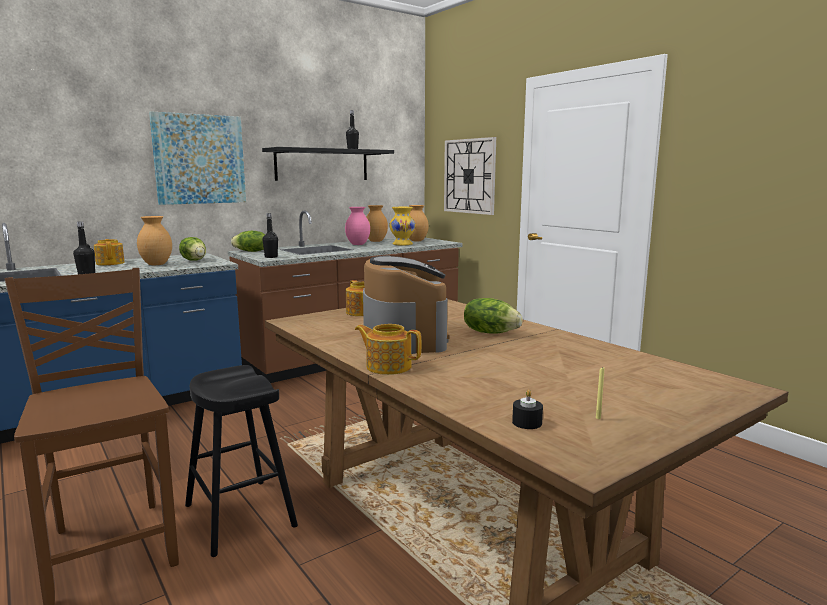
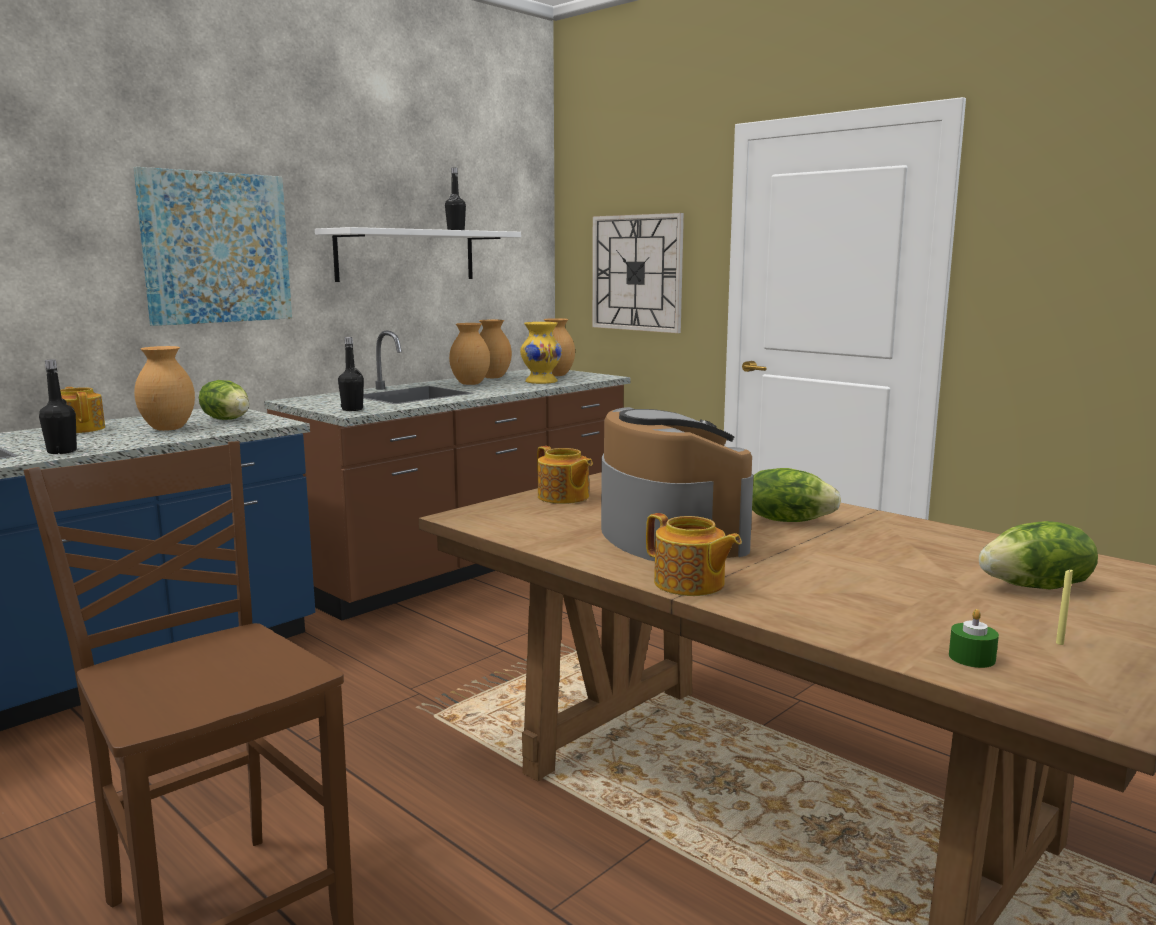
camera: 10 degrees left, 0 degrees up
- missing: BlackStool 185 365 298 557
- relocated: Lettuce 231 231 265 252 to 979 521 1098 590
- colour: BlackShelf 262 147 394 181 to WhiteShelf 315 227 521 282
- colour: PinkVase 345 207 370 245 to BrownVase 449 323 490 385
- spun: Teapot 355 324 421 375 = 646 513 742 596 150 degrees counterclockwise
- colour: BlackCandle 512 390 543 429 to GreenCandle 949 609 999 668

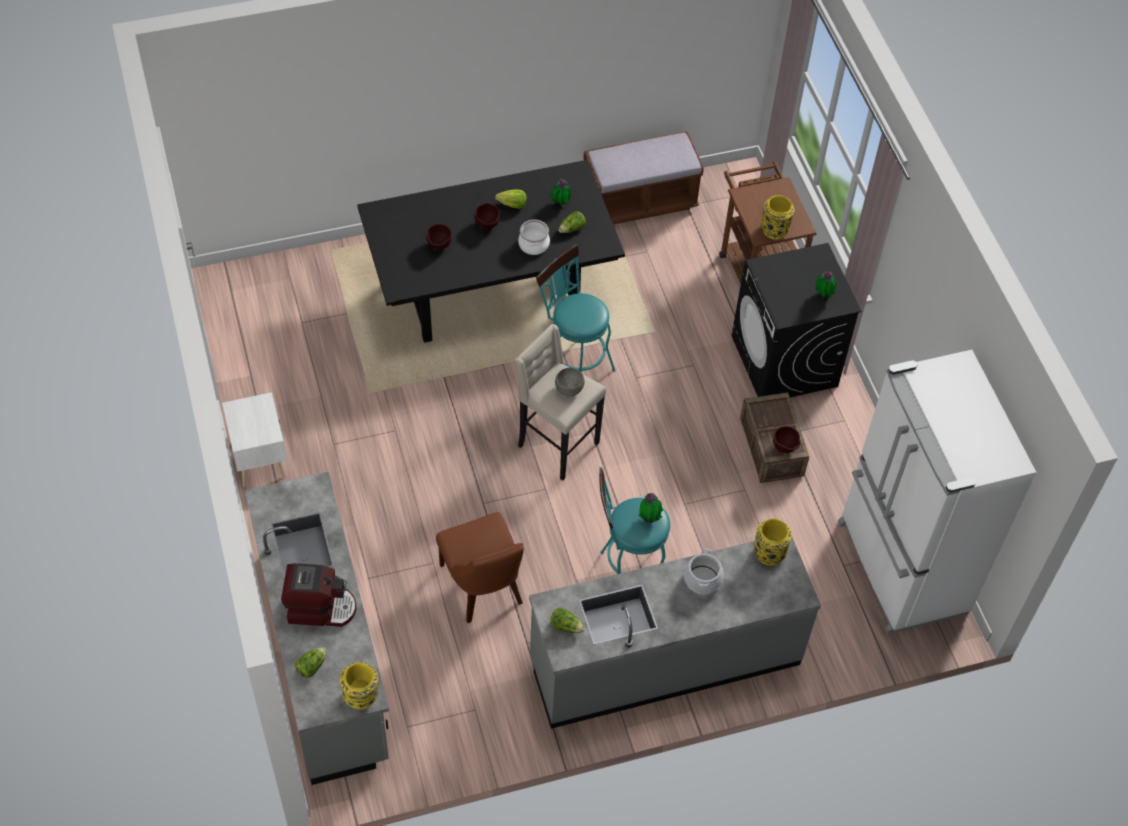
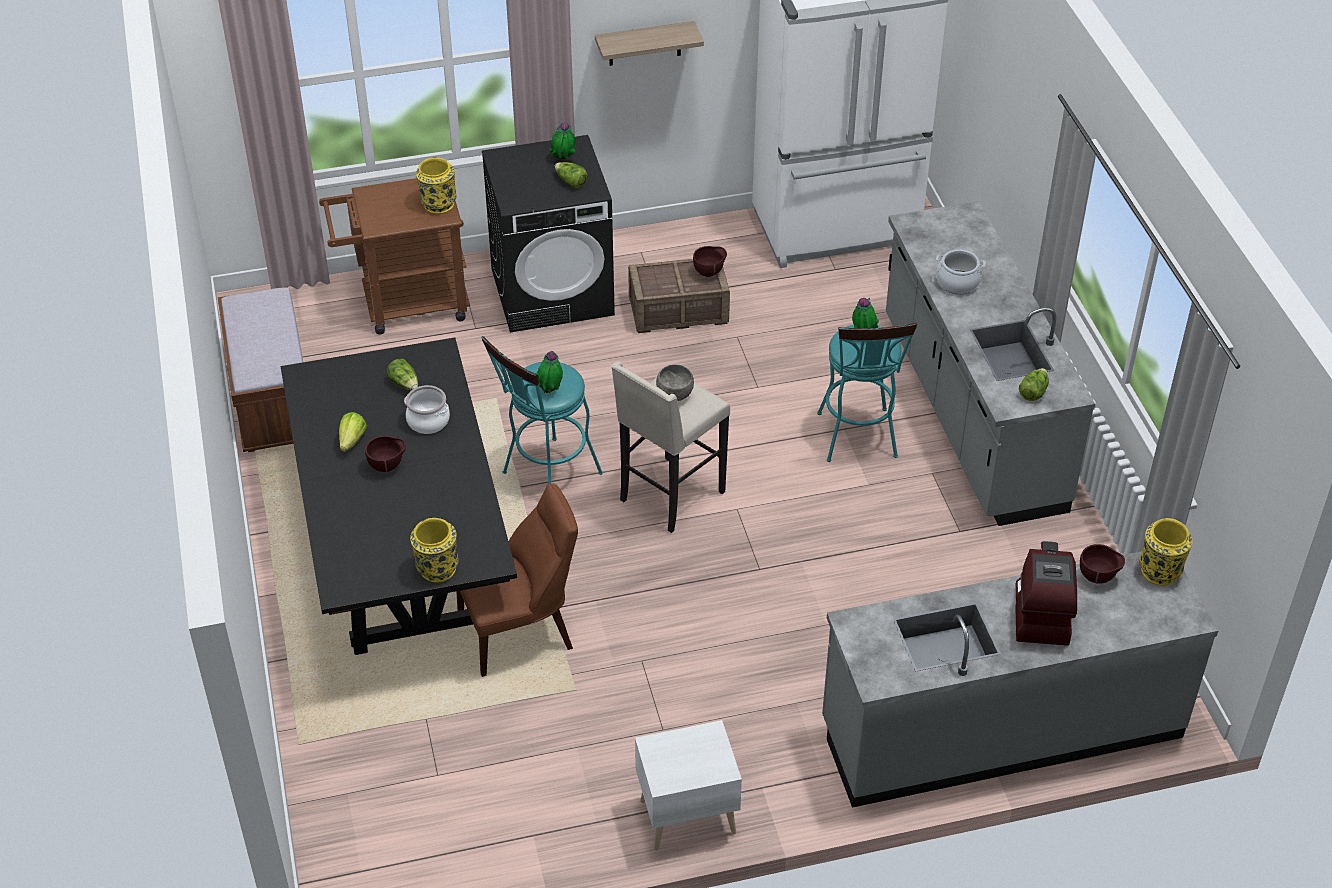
camera: 85 degrees left, 10 degrees down
- relocated: Lettuce 295 647 327 678 to 555 162 587 188
- relocated: BrownBowl 426 224 452 250 to 1080 544 1125 584
- relocated: BrownChair 436 512 524 623 to 456 484 578 677
- relocated: PottedPlant 550 178 571 205 to 536 351 563 394
- relocated: YellowVase 754 519 792 566 to 410 518 458 583
- appeared: Shelf 595 21 704 66

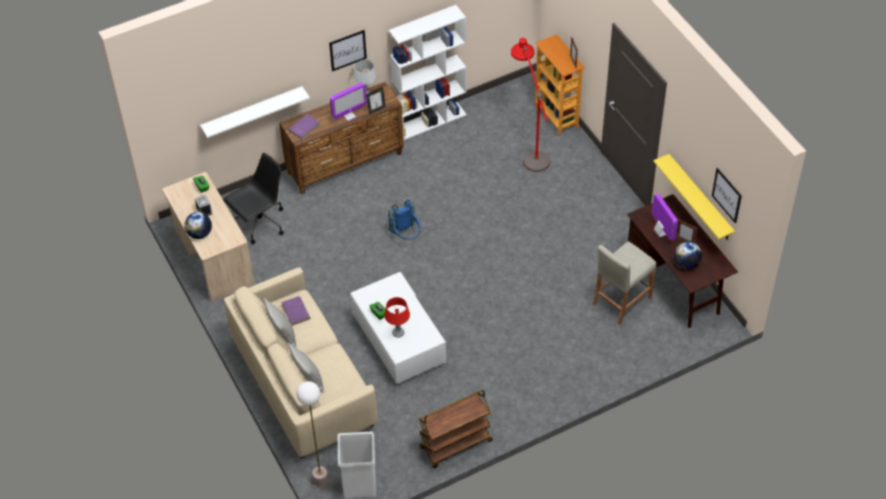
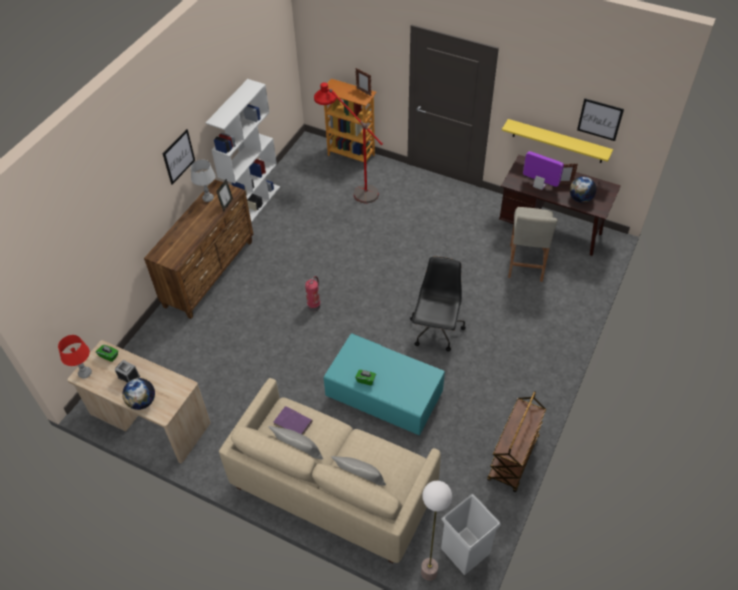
camera: 35 degrees left, 0 degrees up
- missing: WhiteShelf 200 86 310 138
- relocated: BlackOfficeChair 223 153 284 244 to 410 257 466 351
- missing: PurpleBook 288 114 320 140
- missing: Monitor 330 83 367 121
- colour: WhiteCoffeeTable 350 272 446 384 to TurquoiseCoffeeTable 324 333 445 435
- relocated: RedTableLamp 384 297 410 338 to 58 335 92 378
- exchanged: BlueBackpack 388 199 421 240 to FireExtinguisher 305 276 320 311

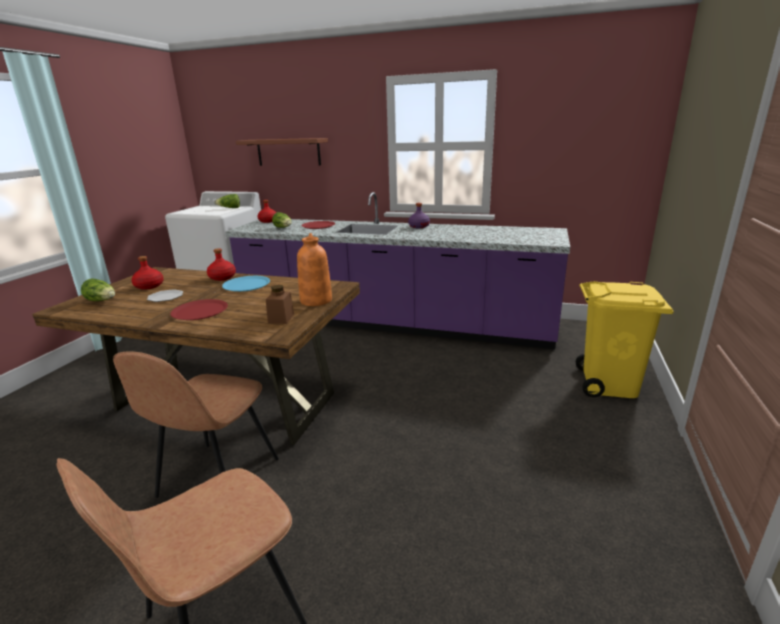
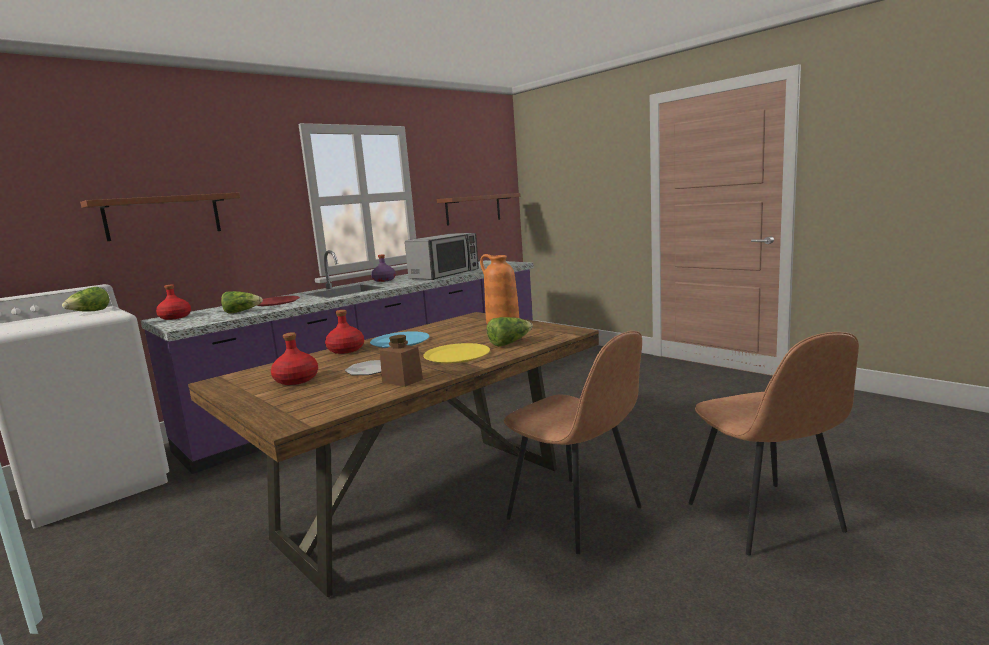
camera: 60 degrees left, 10 degrees down
- relocated: Lettuce 81 278 115 301 to 487 317 533 346
- colour: RedPlate 170 299 228 320 to YellowPlate 423 343 490 363
- relocated: BrownJar 266 285 294 324 to 380 335 423 387
- missing: YellowTrashCan 576 281 674 398
- appeared: Microwave 405 233 479 280
- appeared: BrownShelf 437 193 521 226

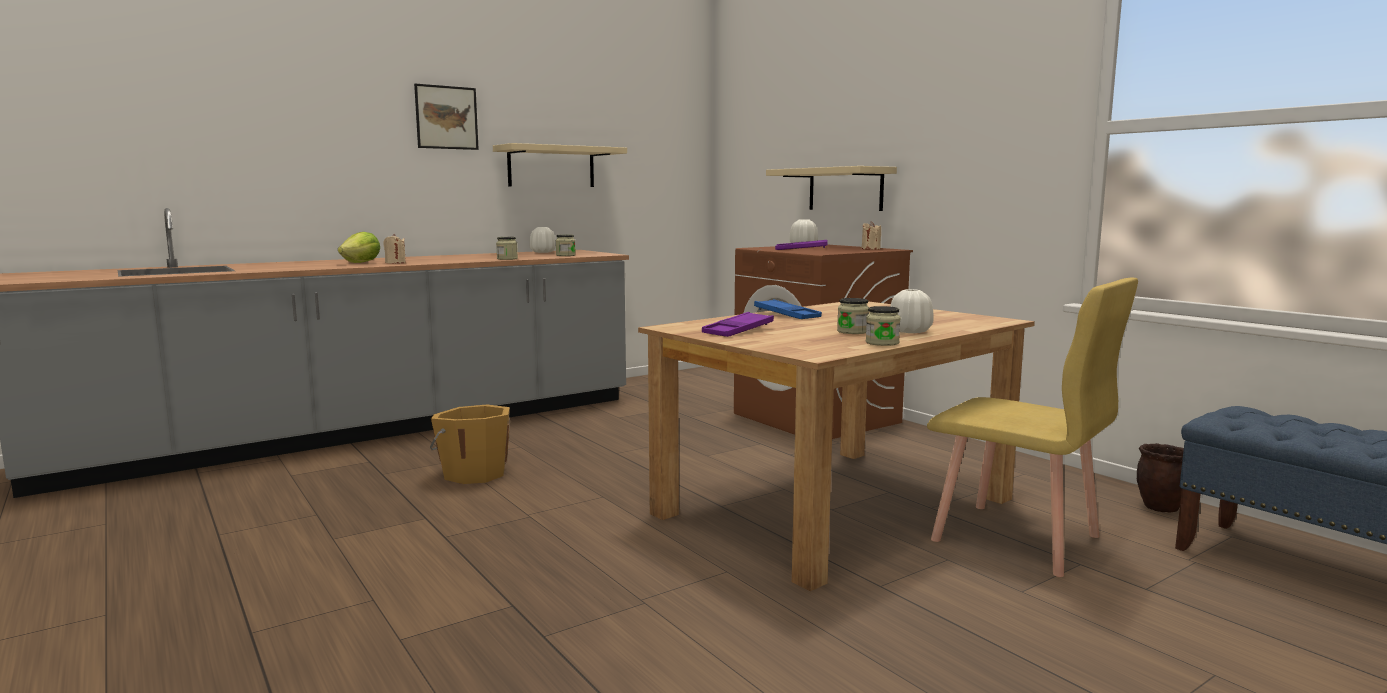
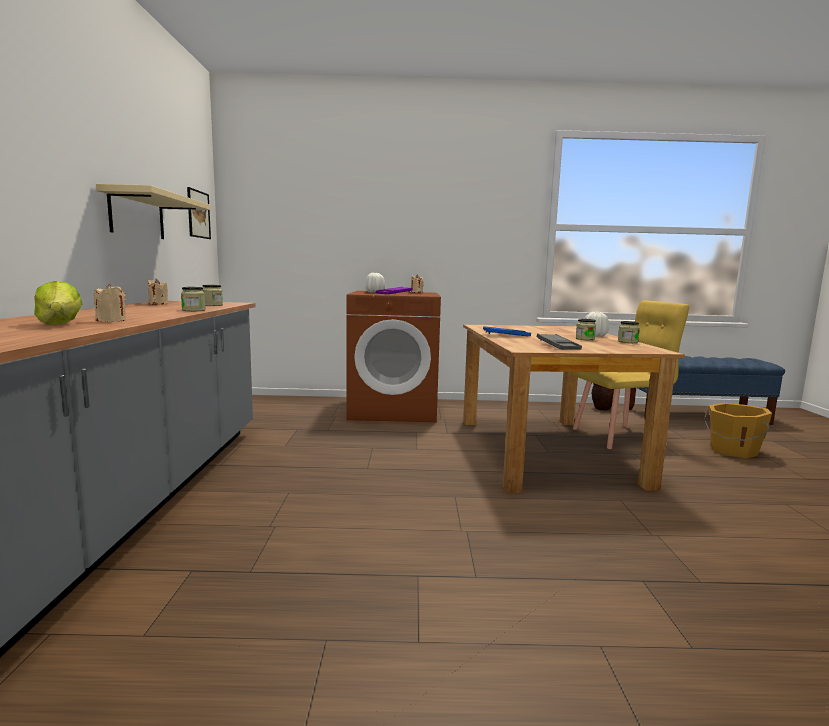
camera: 55 degrees left, 0 degrees up
- relocated: Picture 414 84 479 150 to 187 187 211 239
- relocated: OrangeBucket 430 405 510 484 to 704 403 772 458
- exchanged: WhiteVase 529 227 556 253 to BeigeCandle 148 279 168 305
- colour: PurpleTray 702 312 774 337 to GreyTray 537 334 582 350
- missing: BeigeShelf 766 166 897 211

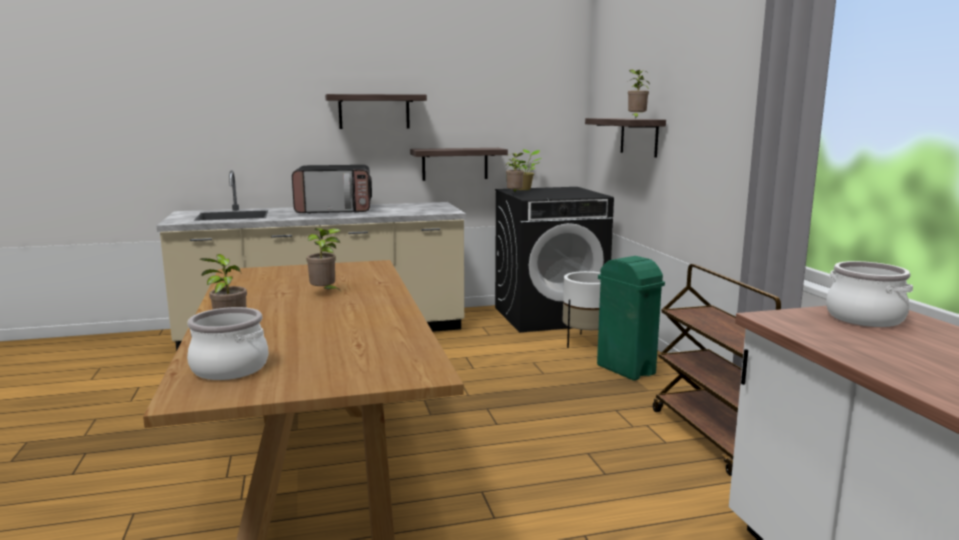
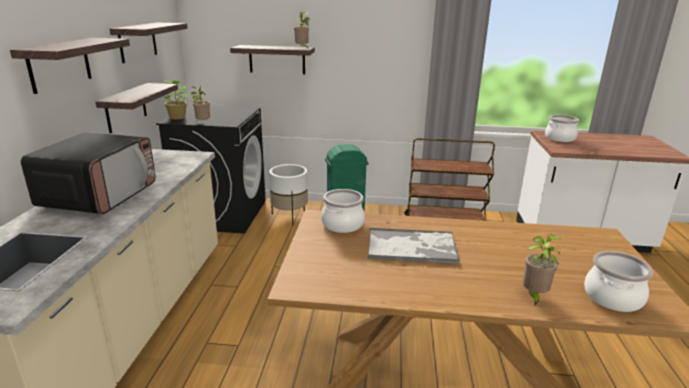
camera: 70 degrees left, 10 degrees up
- exchanged: PottedPlant 306 228 341 289 to Tray 367 228 460 264
- appeared: Shelf 110 23 188 63
- appeared: CookingPot 321 189 365 233

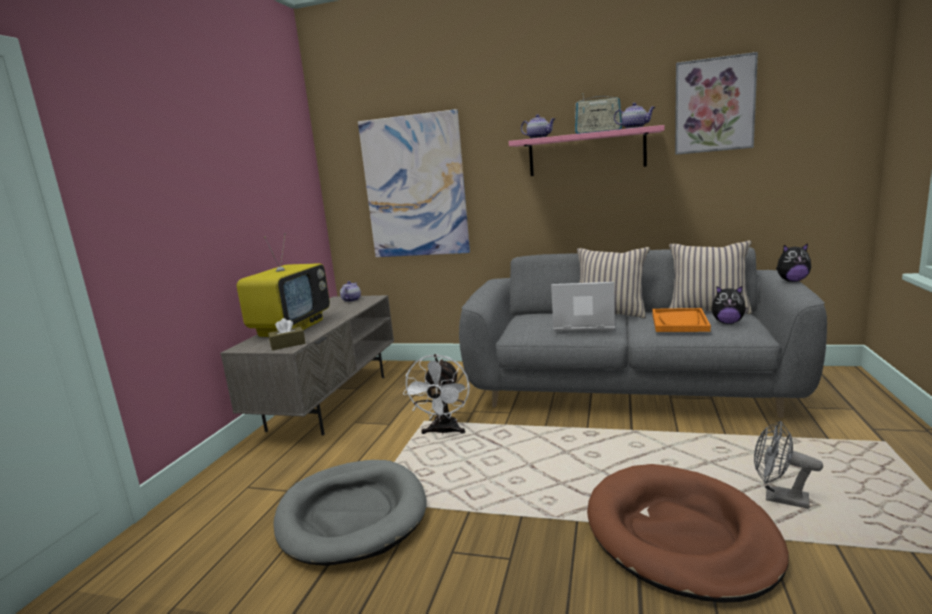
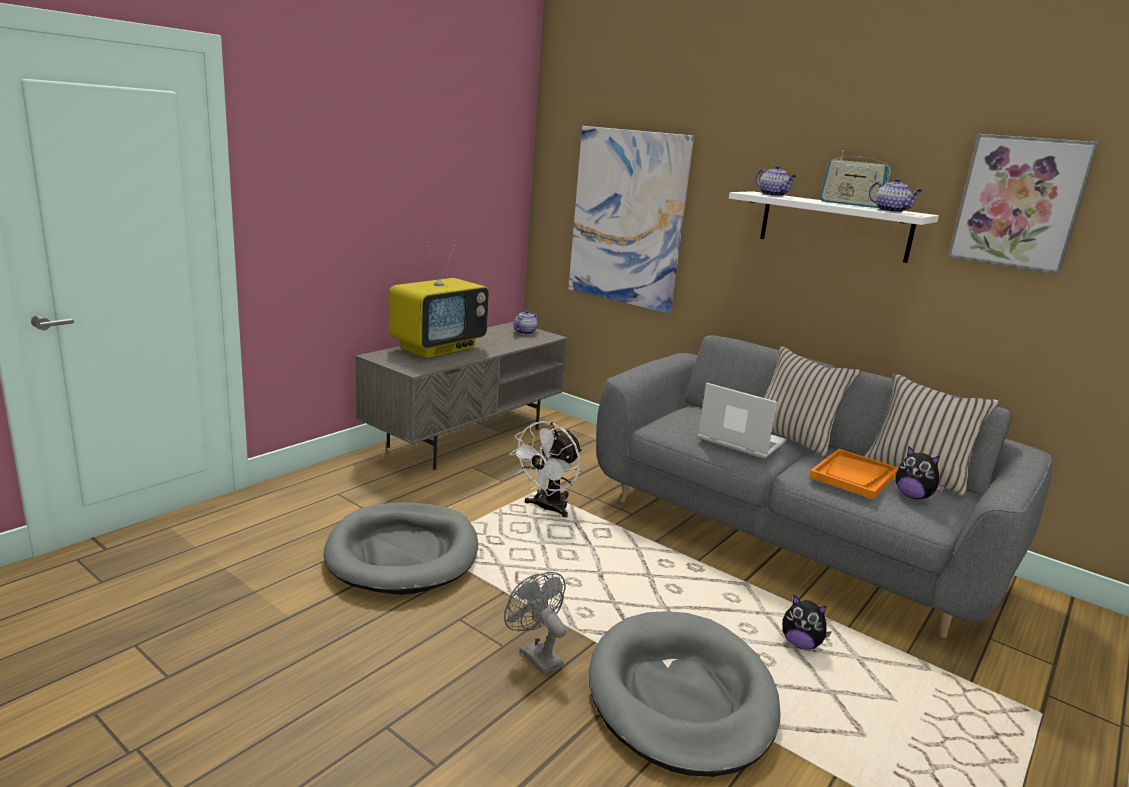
camera: 20 degrees right, 5 degrees up
- missing: BrownTissueBox 268 318 305 350
- colour: PinkShelf 509 125 665 176 to WhiteShelf 729 191 939 263
- colour: BrownDogBed 587 464 789 603 to GreyDogBed 589 611 780 777
- relocated: GreyFan 754 421 823 509 to 504 572 566 674
- relocated: PlushToy 776 243 811 282 to 782 595 832 649

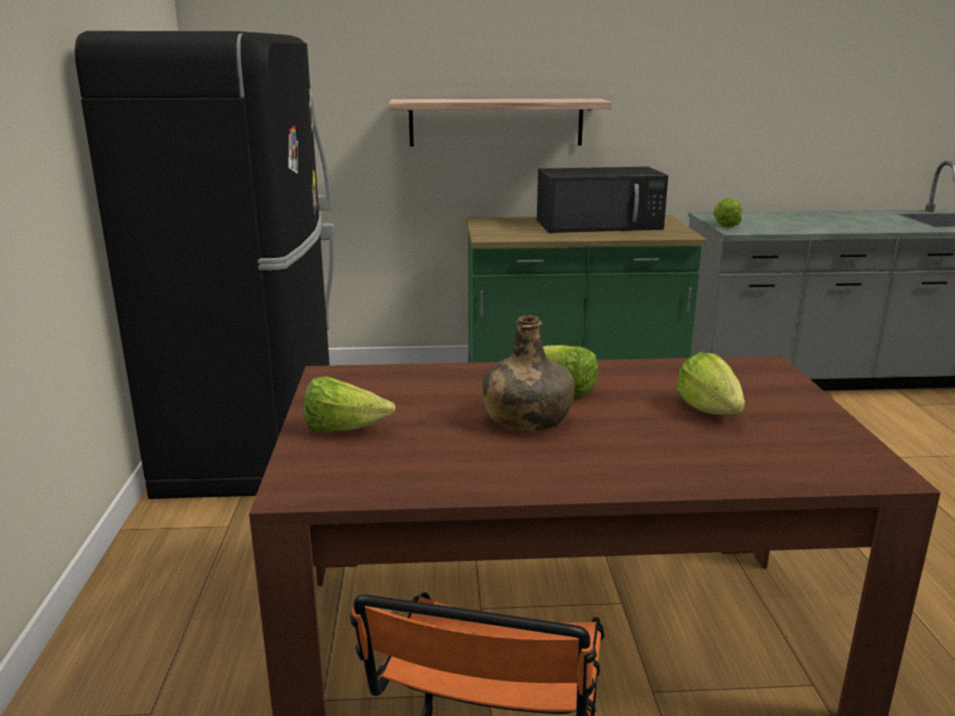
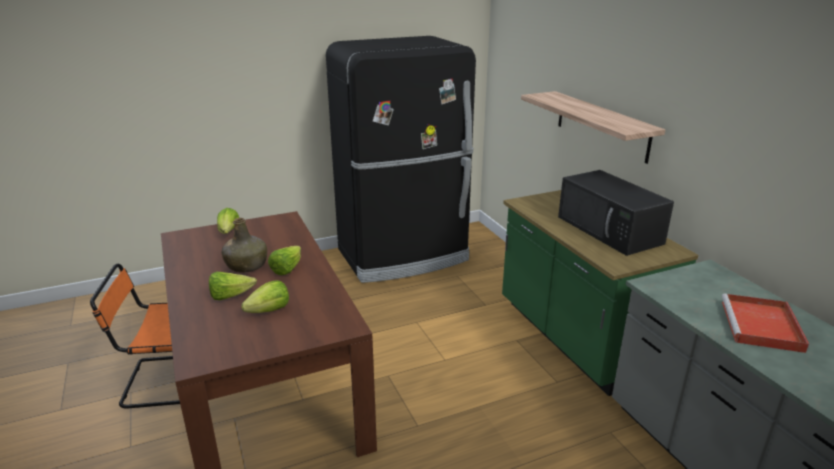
camera: 70 degrees right, 5 degrees up
- relocated: Lettuce 713 198 742 227 to 209 272 257 300
- appeared: RedTray 722 294 809 353

